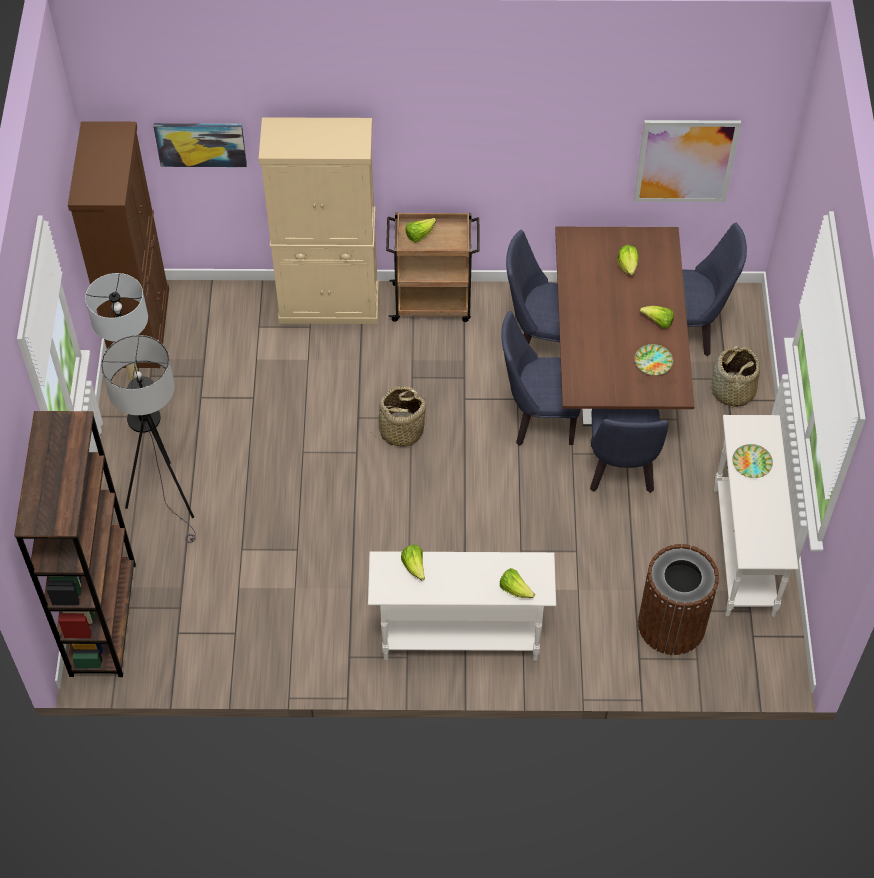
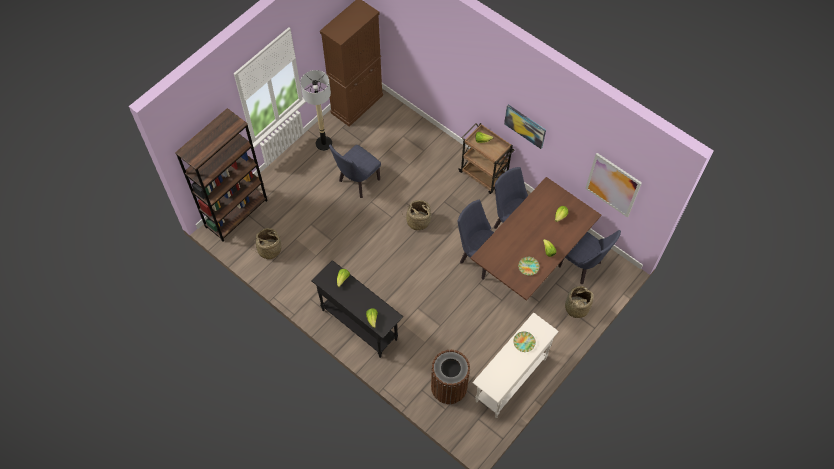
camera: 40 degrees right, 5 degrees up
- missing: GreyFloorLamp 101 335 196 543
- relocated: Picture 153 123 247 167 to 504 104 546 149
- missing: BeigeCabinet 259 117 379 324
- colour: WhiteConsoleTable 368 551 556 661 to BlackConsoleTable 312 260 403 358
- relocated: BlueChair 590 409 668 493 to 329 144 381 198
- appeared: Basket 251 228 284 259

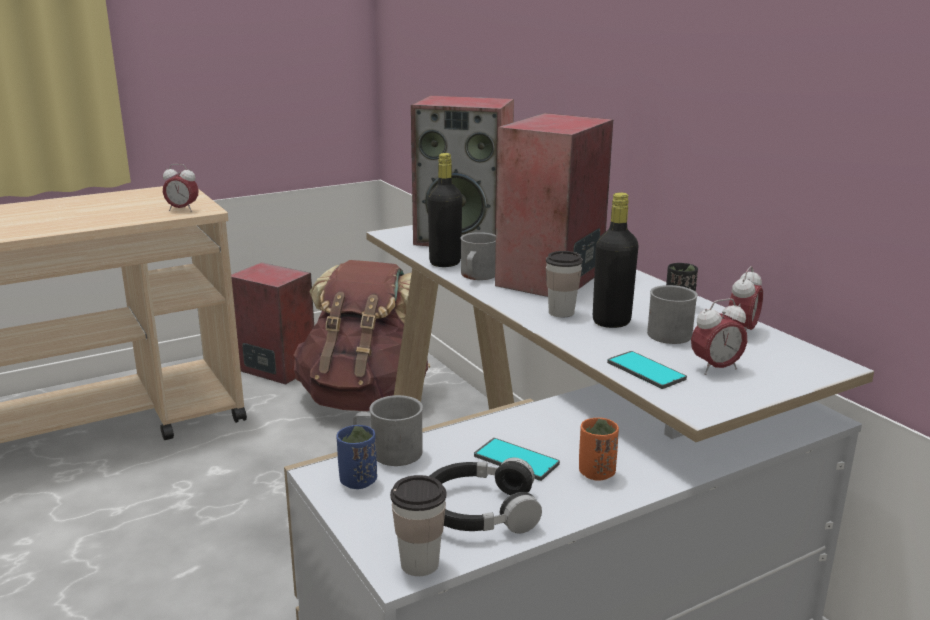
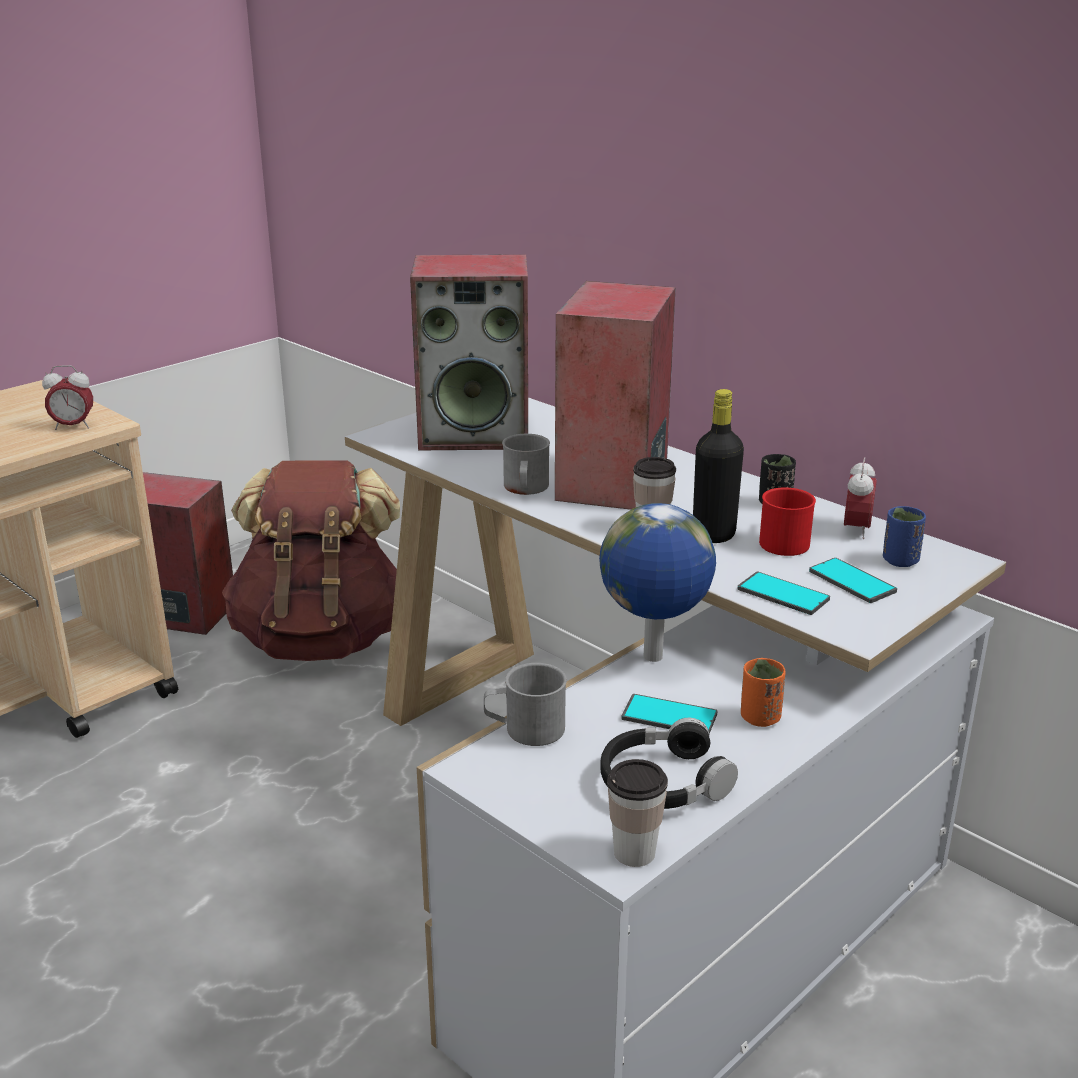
camera: 15 degrees left, 5 degrees up
- relocated: BlueCup 336 425 377 489 to 883 506 926 567
- missing: BlackBottle 428 153 462 267
- colour: GreyMug 647 285 698 344 to RedMug 759 487 816 556
- exchanged: AlarmClock 691 298 747 375 to Phone 809 558 897 603
- appeared: Globe 599 503 716 662

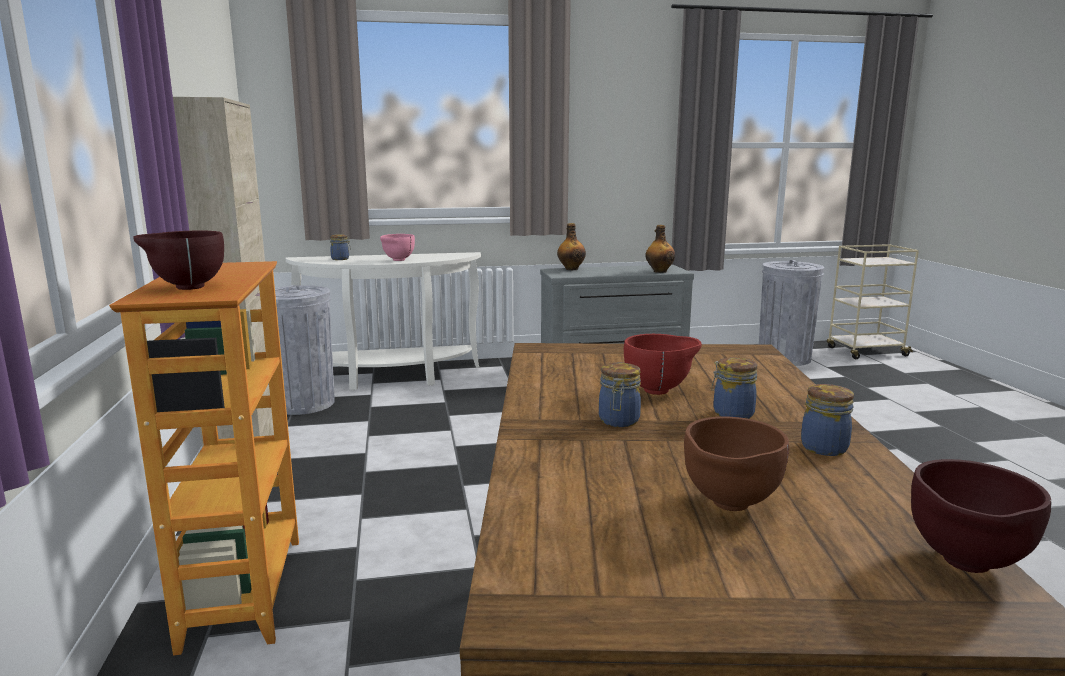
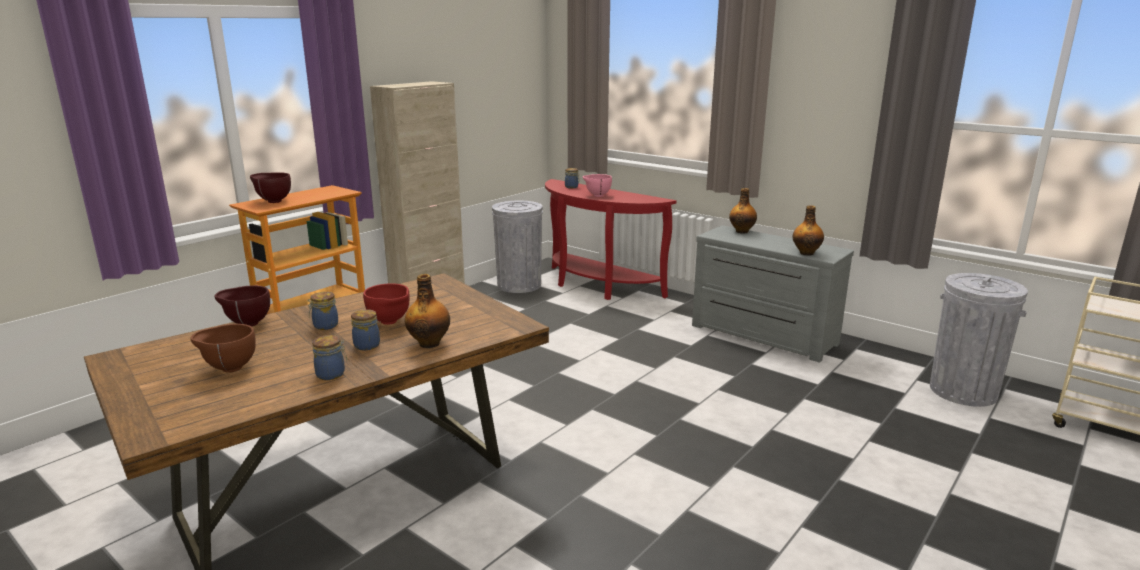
camera: 50 degrees right, 5 degrees up
- colour: WhiteConsoleTable 286 252 481 391 to RedConsoleTable 545 179 677 300
- relocated: BrownBowl 911 459 1051 573 to 214 285 270 327
- appeared: Bottle 405 274 450 348

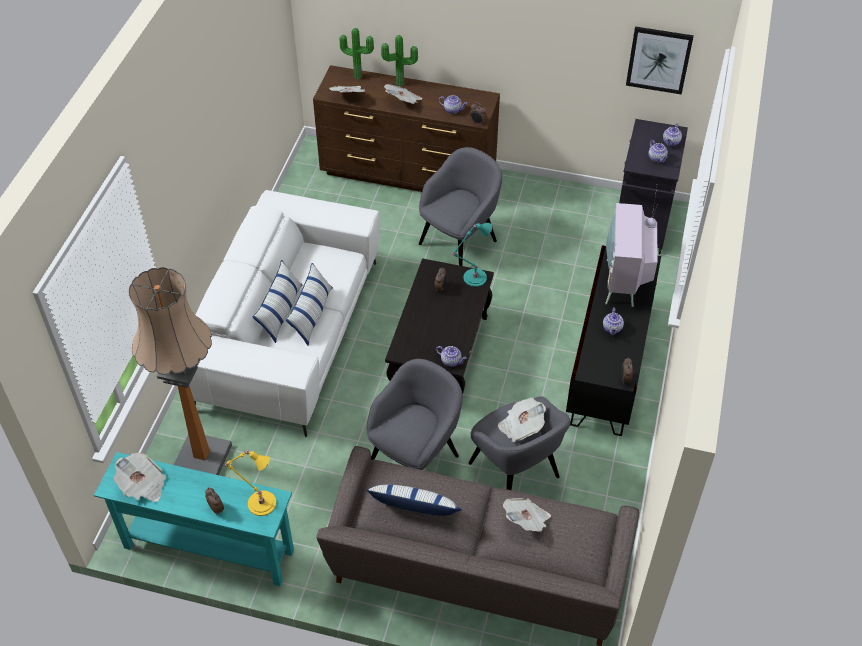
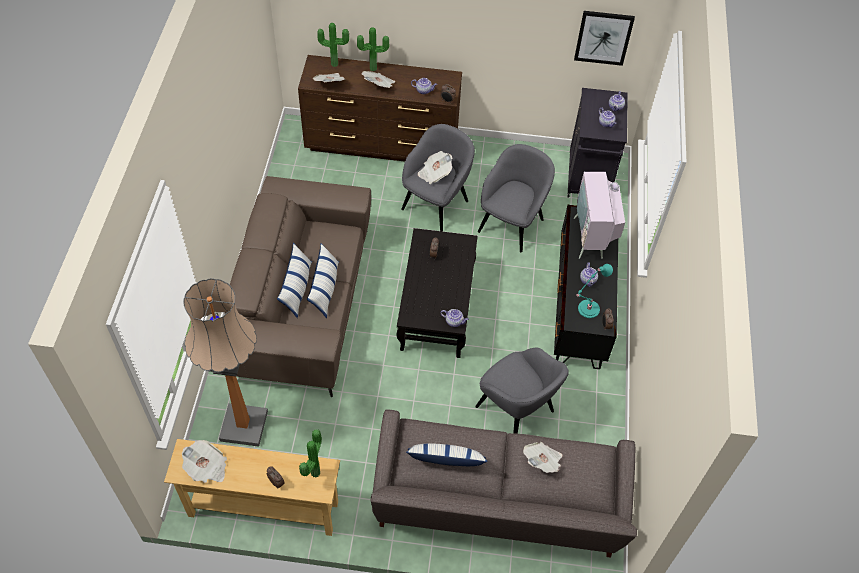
camera: 10 degrees left, 5 degrees up
- colour: TurquoiseConsoleTable 94 452 294 586 to BeigeConsoleTable 164 439 340 536
- colour: WhiteSofa 189 190 380 437 to BrownSofa 224 176 371 397
- exchanged: YellowTableLamp 224 450 276 516 to PottedPlant 299 429 322 478
- relocated: GreyArmchair 367 359 463 470 to 478 144 555 252
- relocated: TurquoiseTableLamp 452 223 492 287 to 576 264 613 318
- relocated: Newspaper 498 398 546 442 to 418 151 453 184

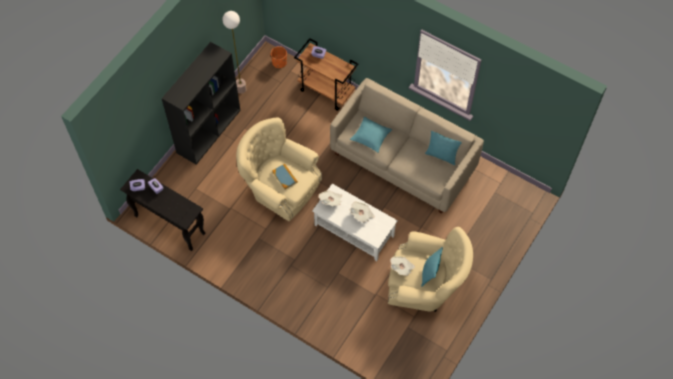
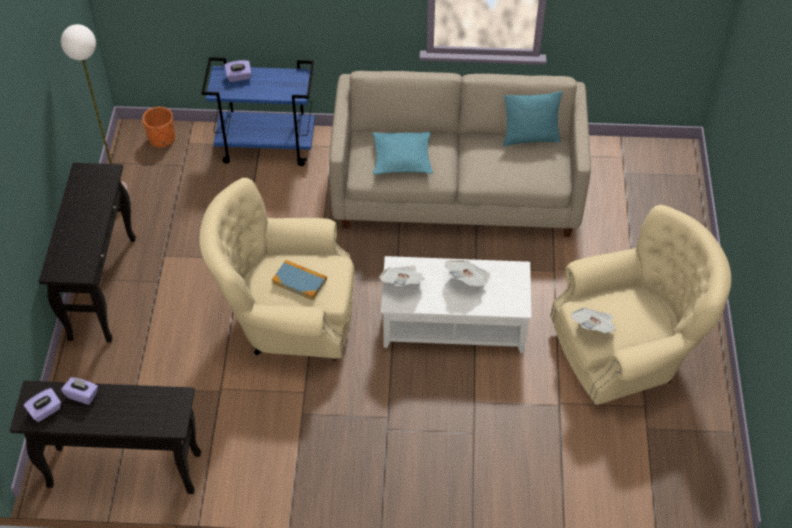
camera: 30 degrees left, 10 degrees down
- exchanged: BlackBookcase 162 42 241 165 to BlackConsoleTable 39 163 136 343
- colour: BrownCart 294 38 358 111 to BlueCart 202 57 315 166
- missing: TurquoisePillow 421 247 443 287

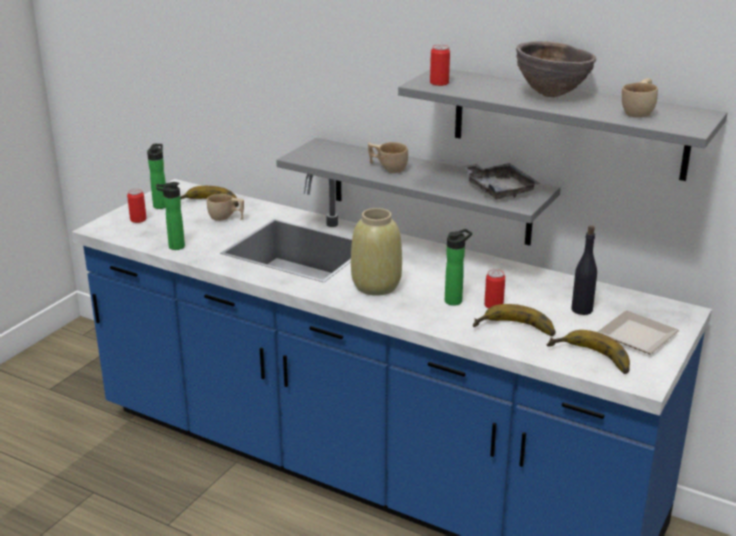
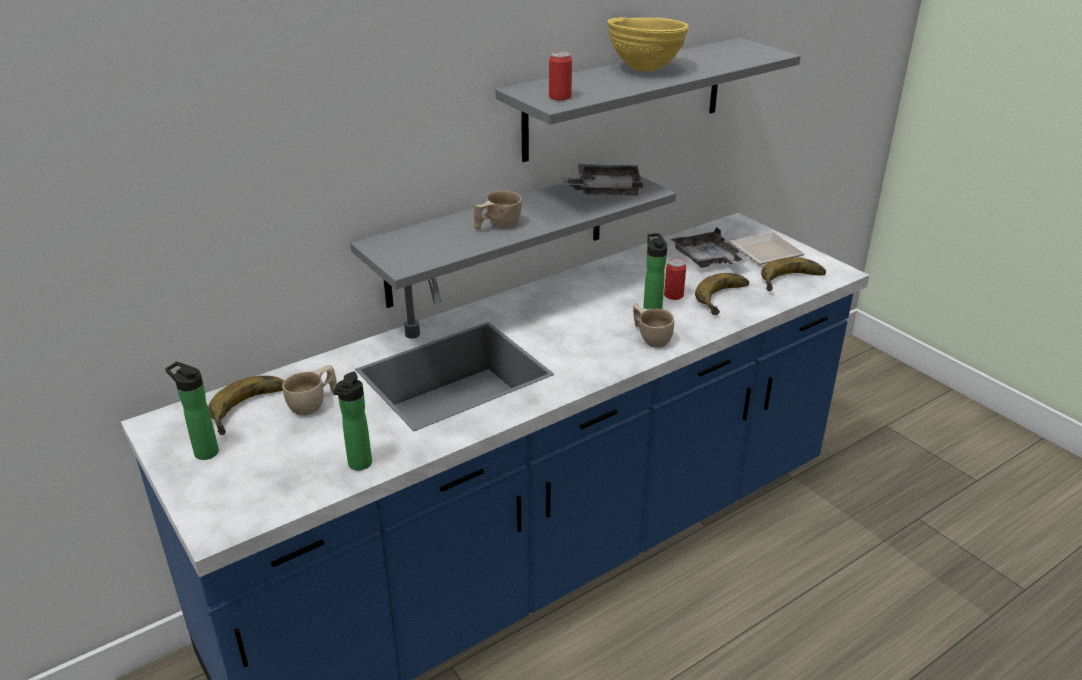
camera: 65 degrees left, 5 degrees up
- missing: Can 127 189 147 223
- missing: BeigeVase 351 208 402 296
- colour: BrownBowl 516 41 596 97 to YellowBowl 607 17 689 72
- exchanged: BlackBottle 571 225 597 315 to GreyTray 671 227 749 268
- relocated: BeigeCup 622 78 658 118 to 633 303 674 348

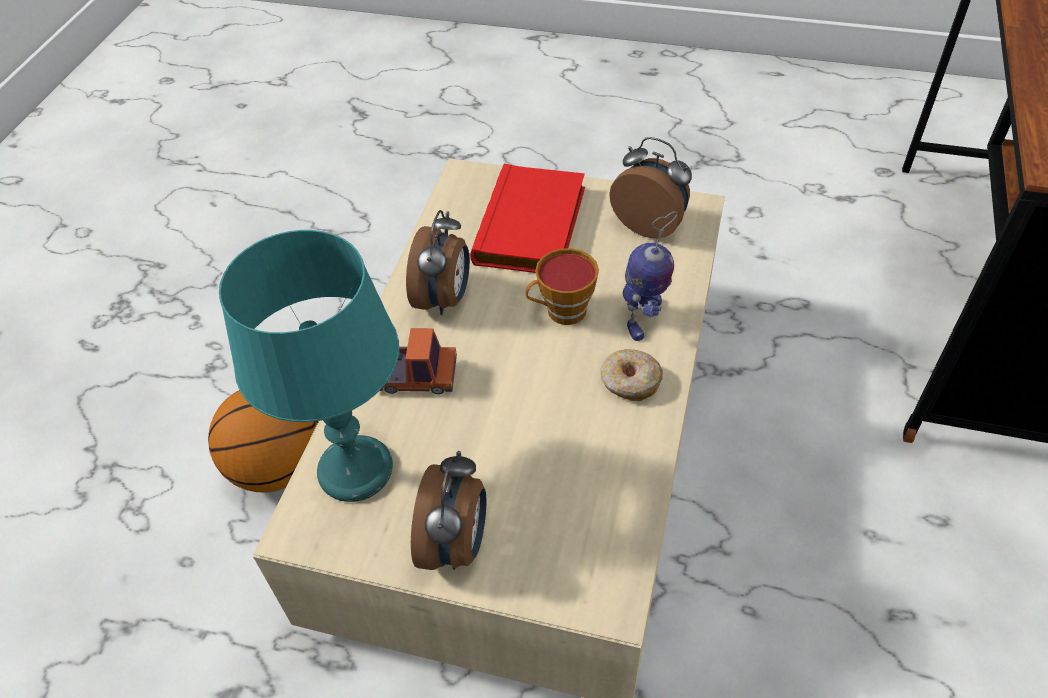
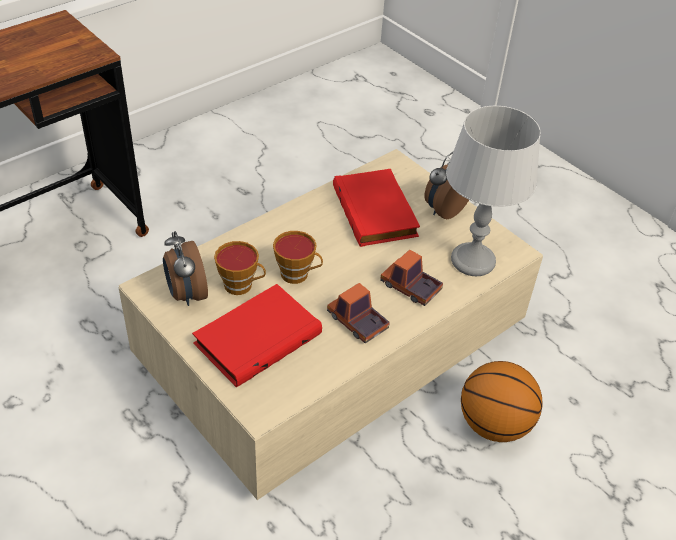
camera: 150 degrees left, 5 degrees down
- colour: TurquoiseTableLamp 219 230 399 502 to GreyTableLamp 446 106 541 276
- exchanged: AlarmClock 406 210 470 315 to ToyTruck 327 283 390 344
- missing: Donut 601 349 663 401
- missing: ToyRobot 623 211 678 341
- appeared: Cup 214 241 266 295
- appeared: RedBook 333 169 420 247

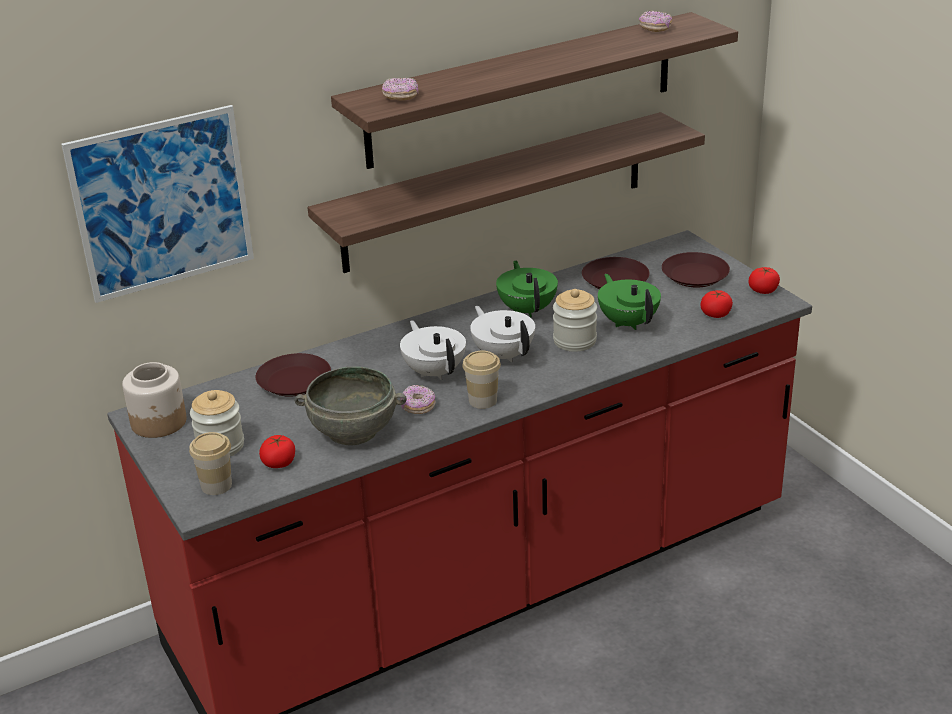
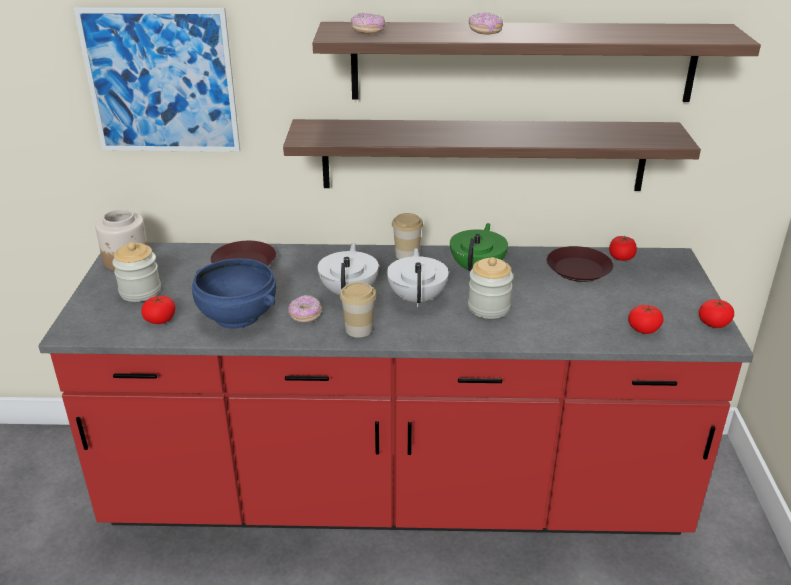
camera: 30 degrees right, 0 degrees up
- relocated: Cup 189 432 232 495 to 392 213 423 259
- colour: GreyBowl 295 366 406 445 to BlueBowl 192 258 276 329
- missing: GreenTeapot 598 274 661 330
- relocated: Donut 639 10 672 32 to 469 12 503 34
- missing: BrownPlate 662 252 730 287
- appeared: Tomato 609 236 637 261

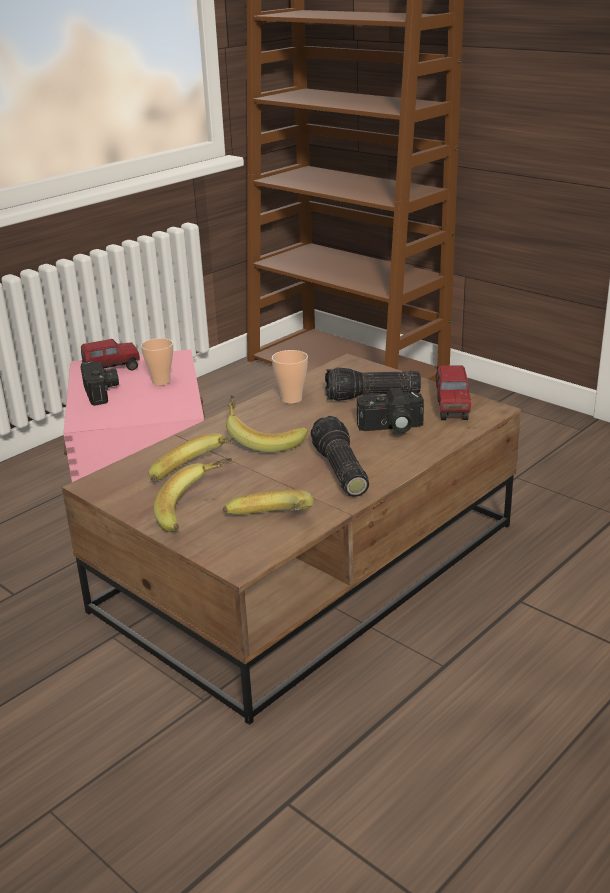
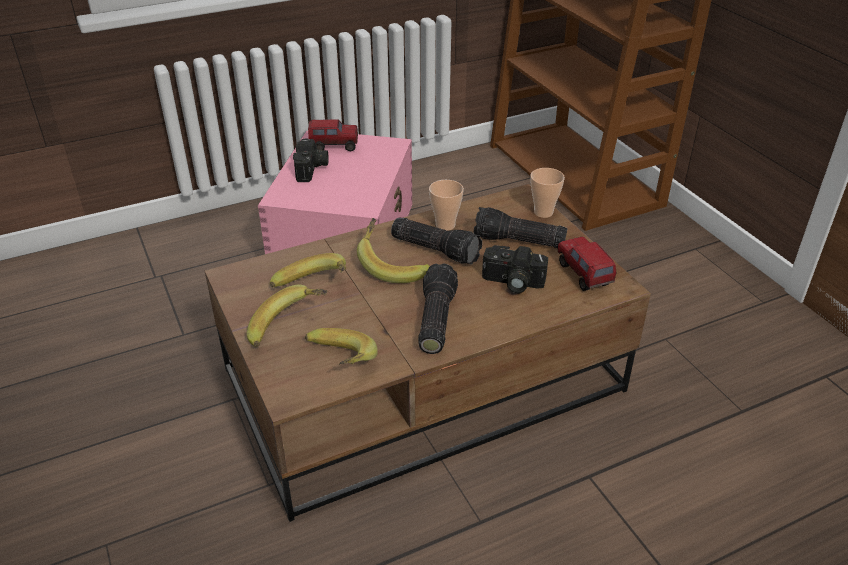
camera: 20 degrees right, 10 degrees up
- relocated: Cup 141 338 173 386 to 530 168 565 218
- spun: ToyTruck 436 365 471 420 = 558 237 617 291 135 degrees clockwise
- appeared: Flashlight 391 218 482 265

